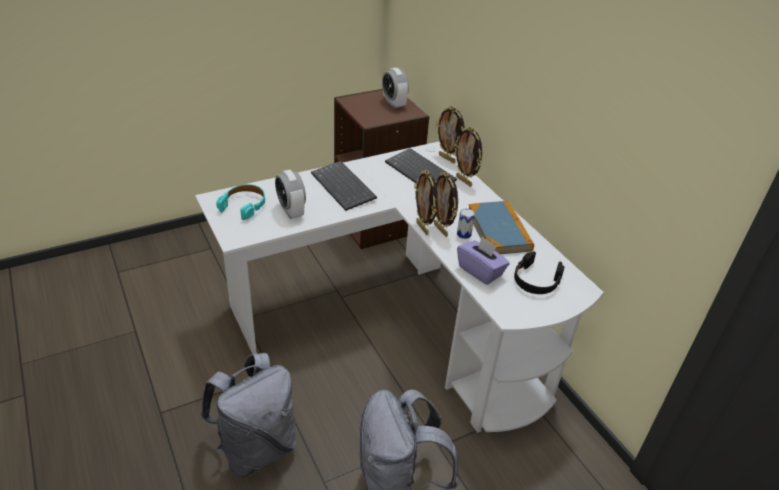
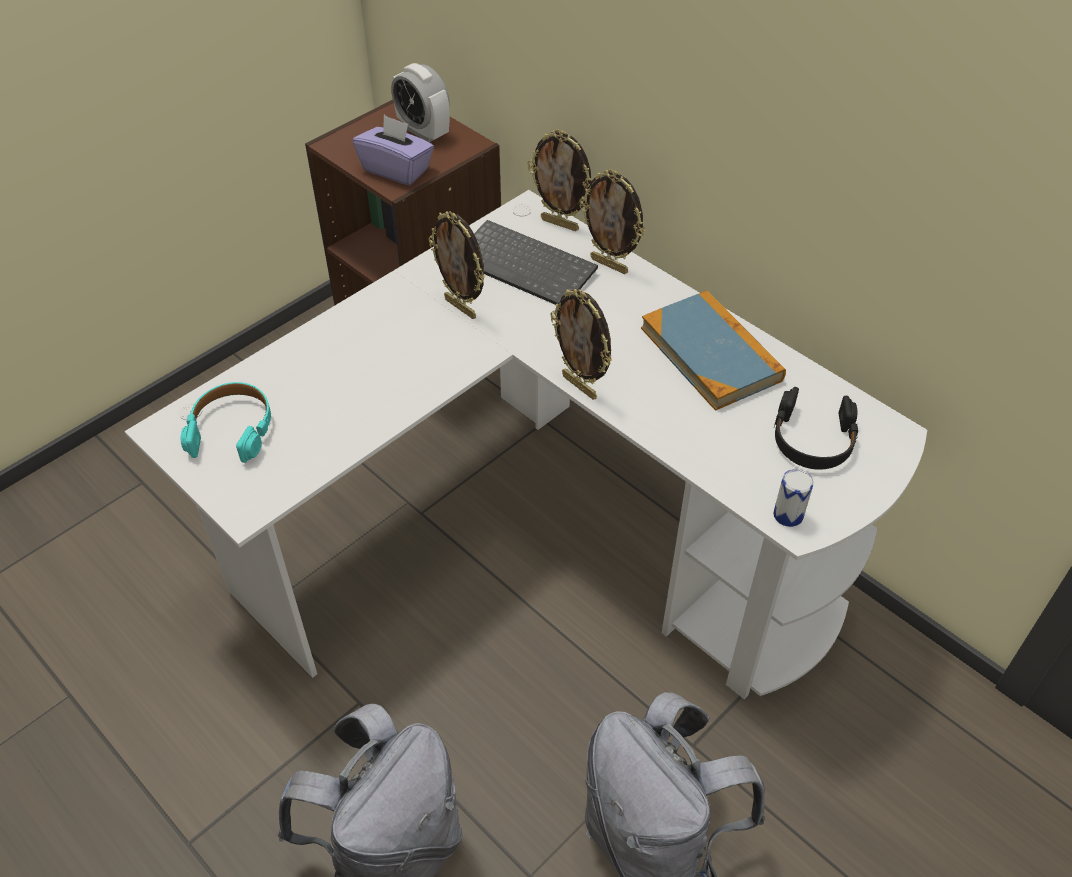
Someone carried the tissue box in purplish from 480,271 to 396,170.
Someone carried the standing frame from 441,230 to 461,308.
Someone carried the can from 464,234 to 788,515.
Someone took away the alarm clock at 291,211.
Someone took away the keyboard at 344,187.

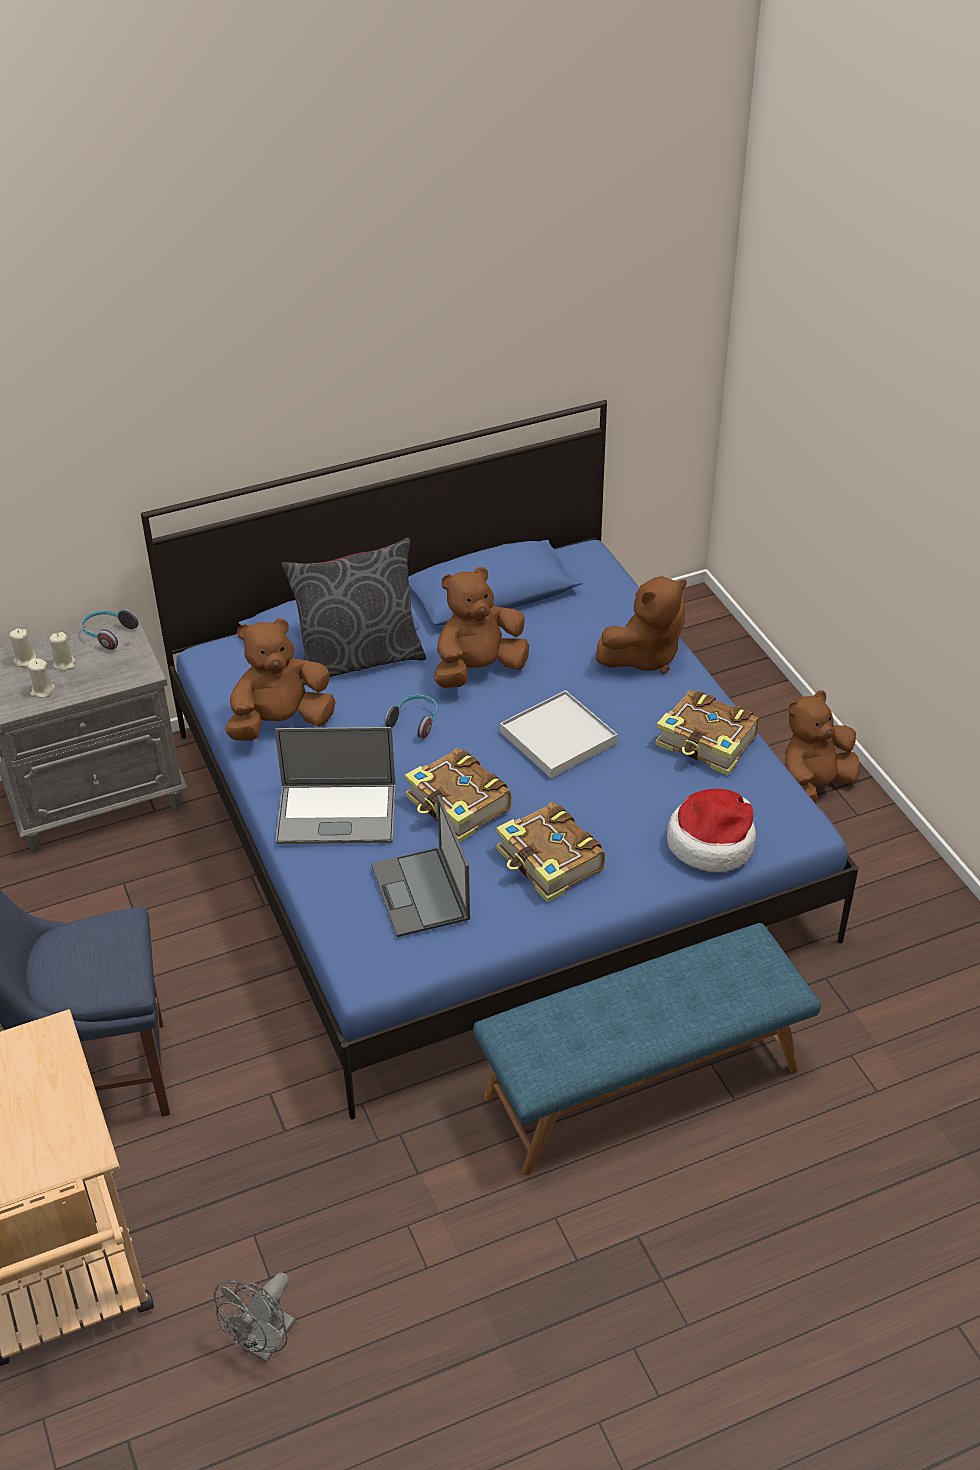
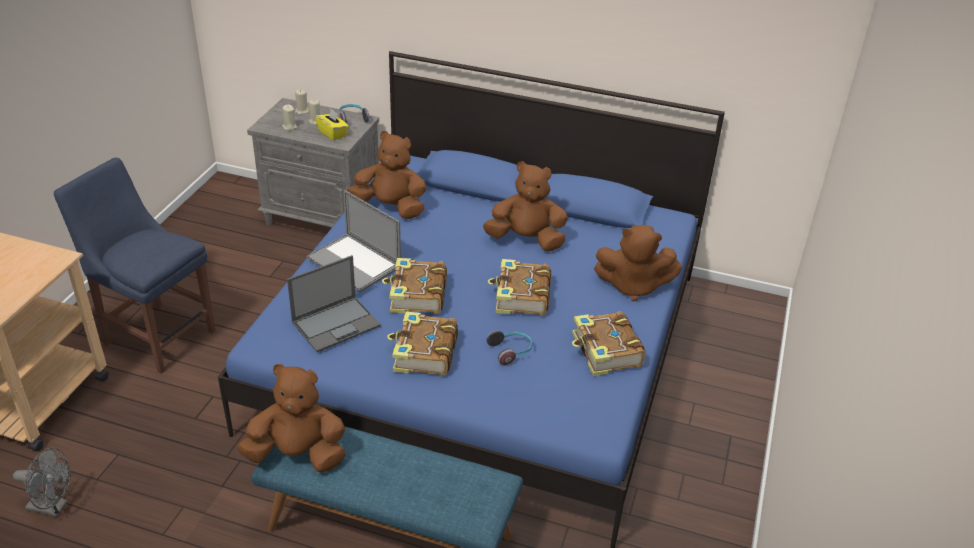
Someone rotated the cooling fan in greyish at 264,1343 by 150 degrees counterclockwise.
Someone carried the plush toy in brown-coloured from 813,786 to 298,455.
Someone rotated the portable computer at 421,893 by 150 degrees counterclockwise.
Someone put down the tissue box in yellowish at 332,133.
Someone carried the pair of headphones from 415,722 to 511,351.
Someone swapped the tray in white at 558,738 for the volume at 521,297.
Someone took away the cushion in greyish at 359,659.
Someone took away the hat at 712,842.

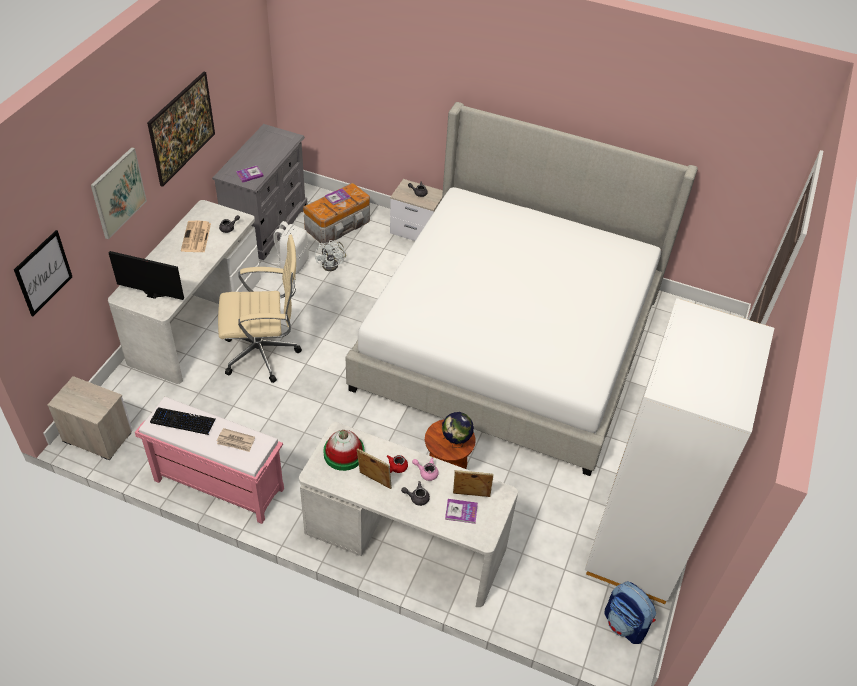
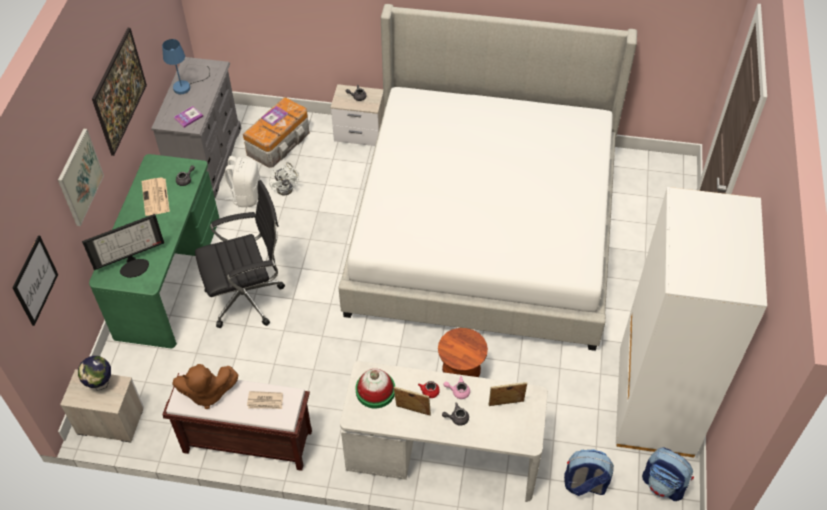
Someone carried the desk globe from 456,442 to 100,384.
Someone rotated the monitor at 154,292 by 150 degrees clockwise.
Someone repainted the desk in white at 196,319, which became the desk in green at 168,276.
Someone put down the lamp for a table in blue-coloured at 186,86.
Someone repainted the bench in pink at 217,485, which became the bench in brown-coloured at 246,442.
Someone swapped the keyboard at 183,421 for the plush toy in brown-coloured at 207,393.
Someone repainted the desk chair in sand-coloured at 264,354, which became the desk chair in black-coloured at 249,297.
Someone put down the backpack at 584,484.
Someone took away the volume at 461,511.

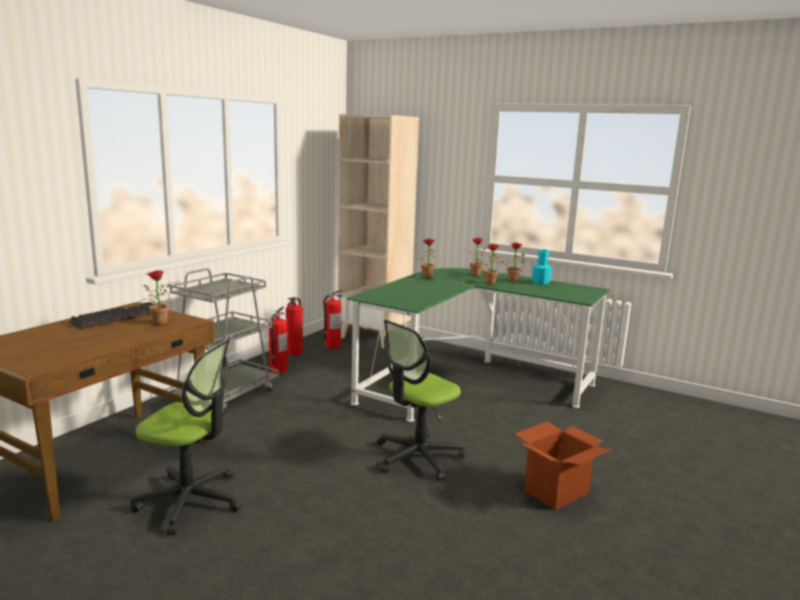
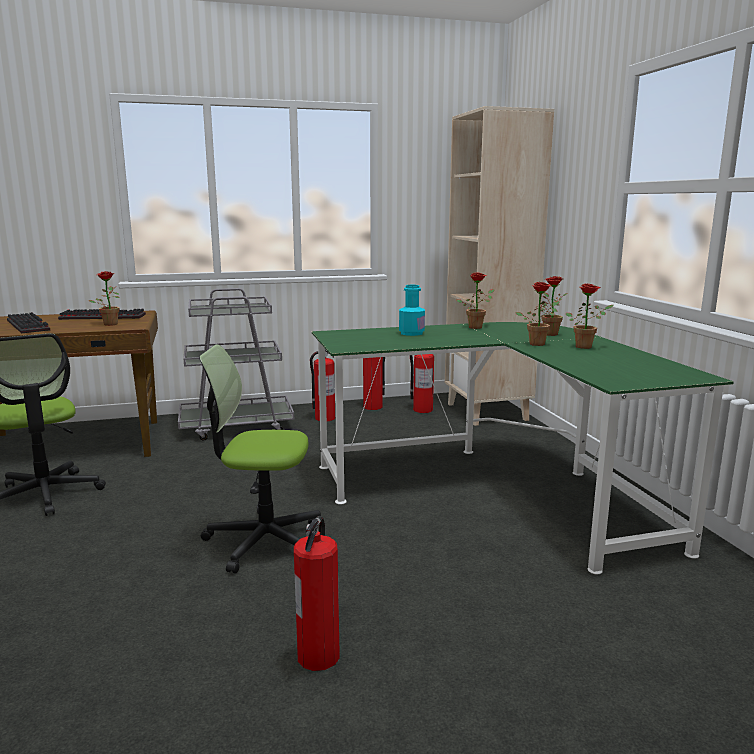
Someone put down the keyboard at 30,325.
Someone swapped the packing box at 556,491 for the extinguisher at 318,655.
Someone carried the beverage bottle in turquoise from 540,282 to 411,333.

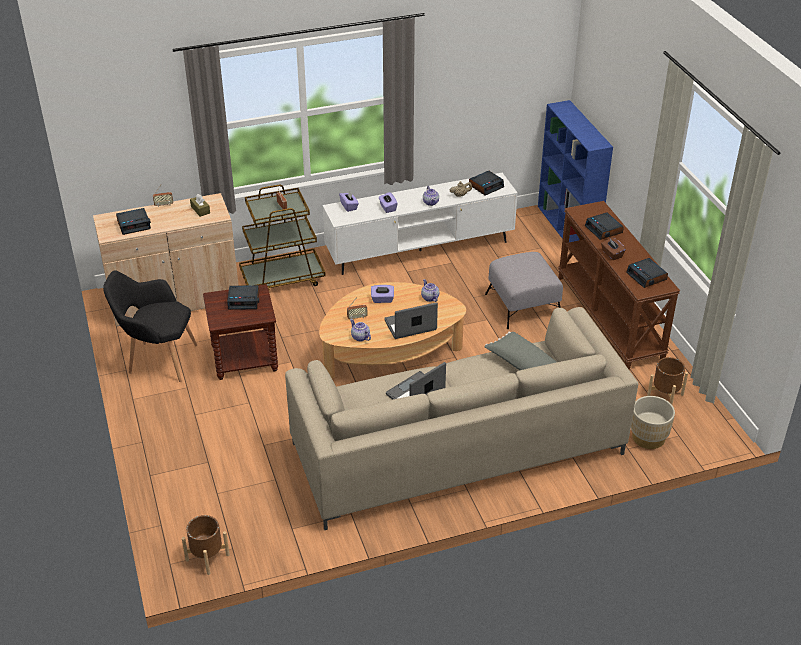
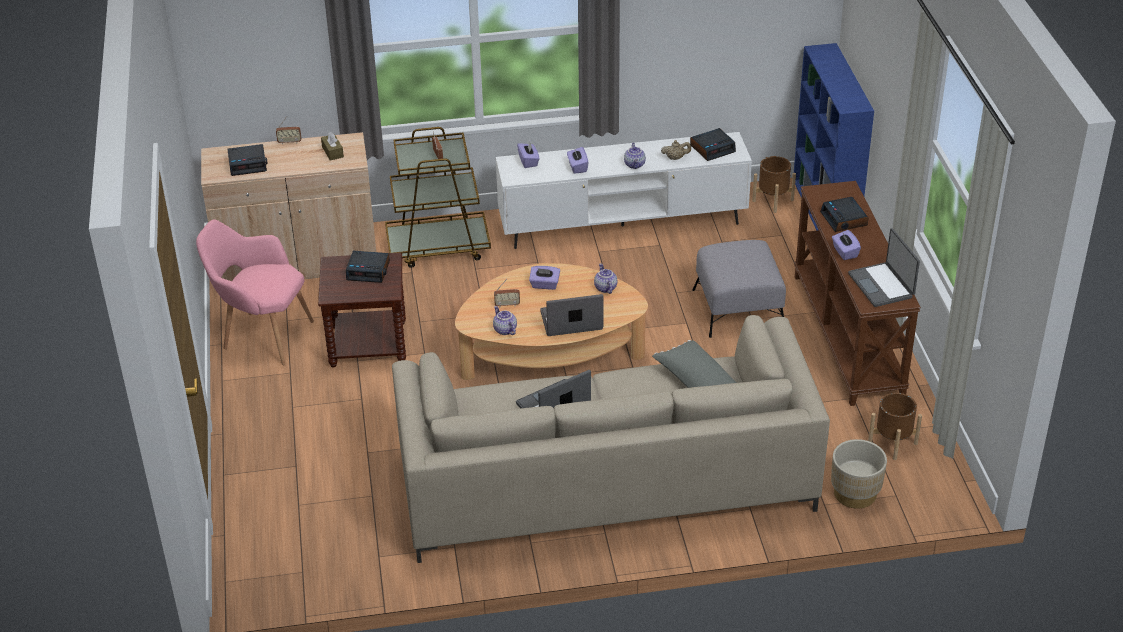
Someone repainted the easy chair in black-coloured at 158,360, which became the easy chair in pink at 262,335.
Someone carried the planter in brown-coloured from 207,557 to 773,200.
Someone repainted the tissue box in brown-coloured at 612,254, which became the tissue box in purplish at 844,252.
Someone swapped the alarm clock at 647,276 for the portable computer at 882,285.

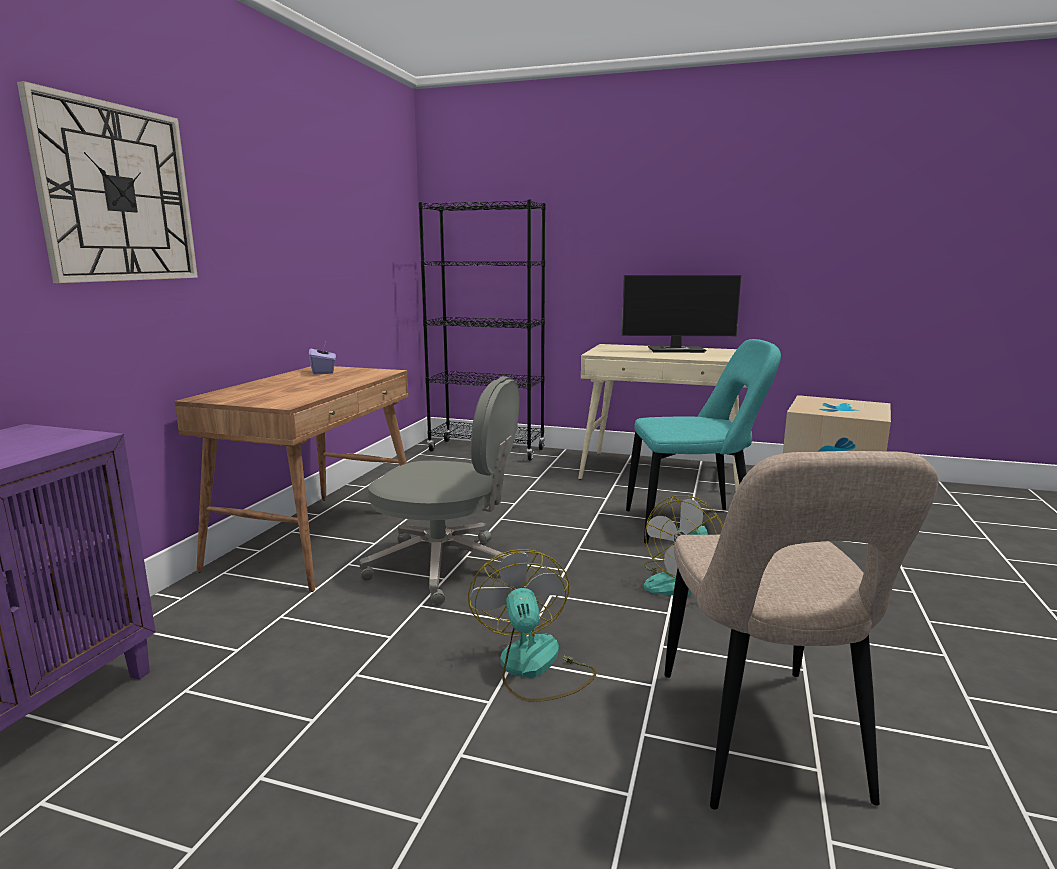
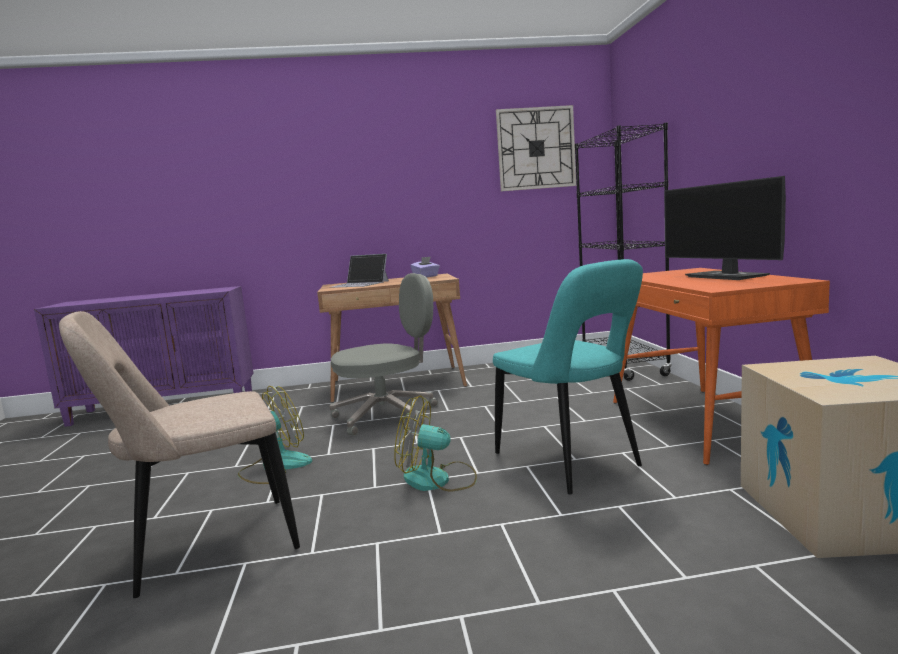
Someone put down the portable computer at 360,284.
Someone rotated the desk chair in greyish at 445,567 by 105 degrees counterclockwise.
Someone carried the clock on the wall from 117,194 to 536,148.
Someone repainted the desk in sand-coloured at 662,472, which became the desk in orange at 705,422.

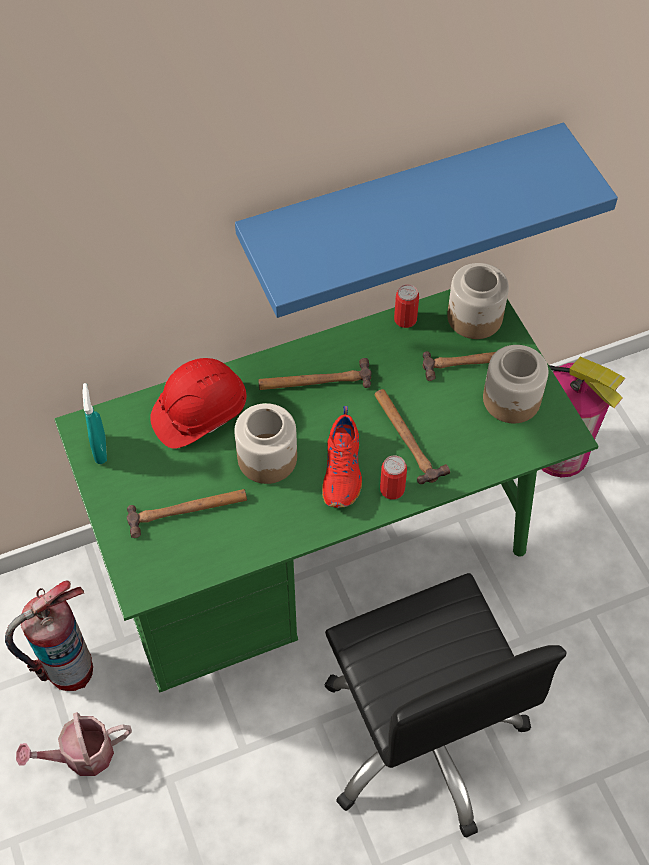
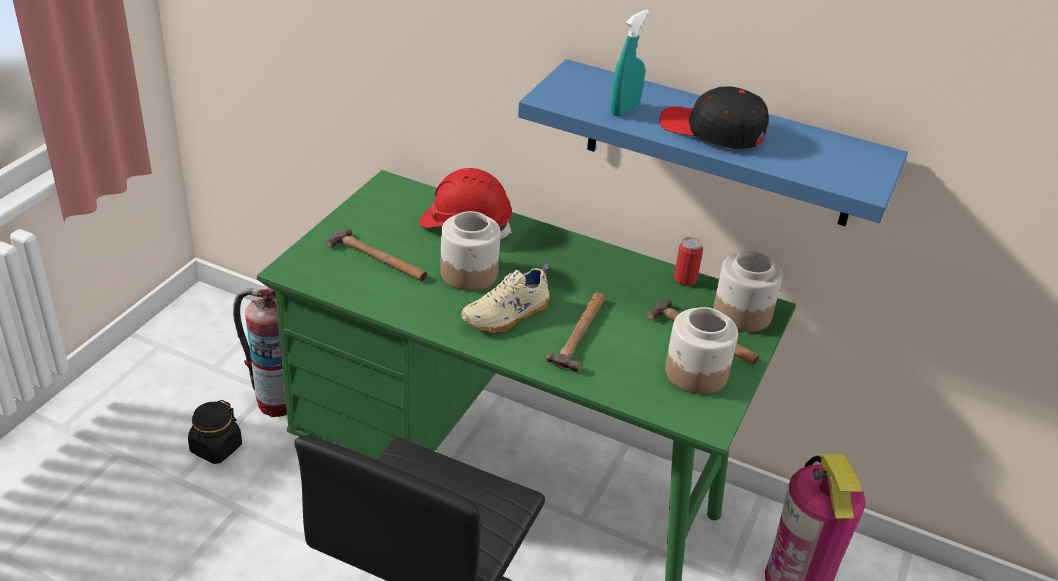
Someone swapped the watering pot at 81,755 for the jar in black-coloured at 216,448.
Someone repainted the item of footwear in red at 343,470, which became the item of footwear in sand-coloured at 507,315.
Someone carried the hand sprayer in turquoise from 100,450 to 624,110.
Someone put down the cap in black-coloured at 712,131.
Someone took away the tool hammer at 315,381.
Someone took away the can at 392,489.

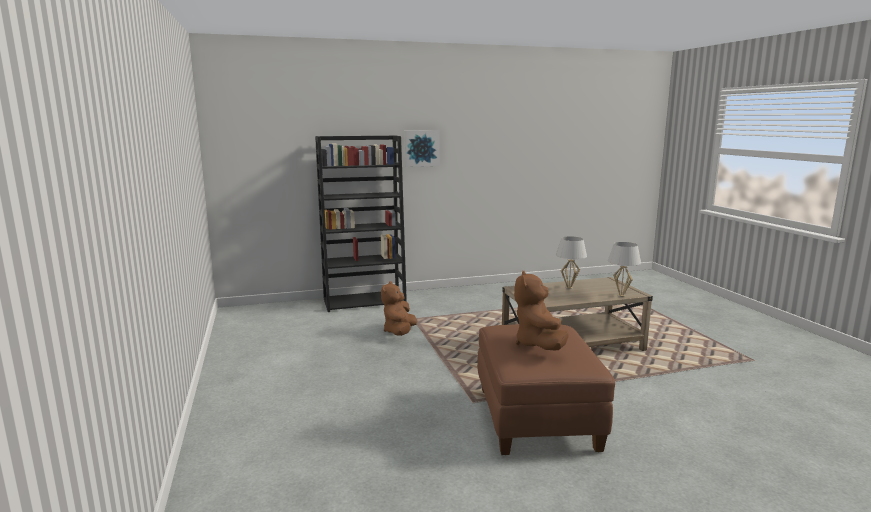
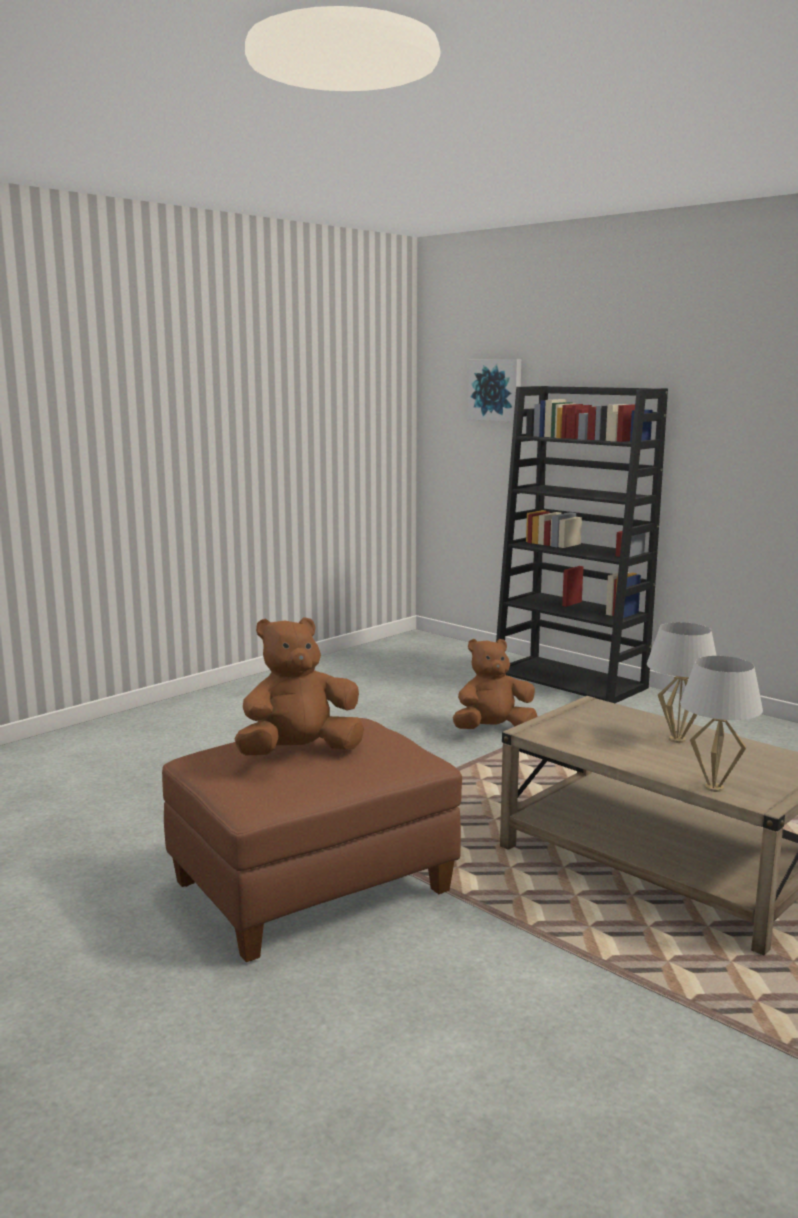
Someone carried the wall art from 421,148 to 496,390.

